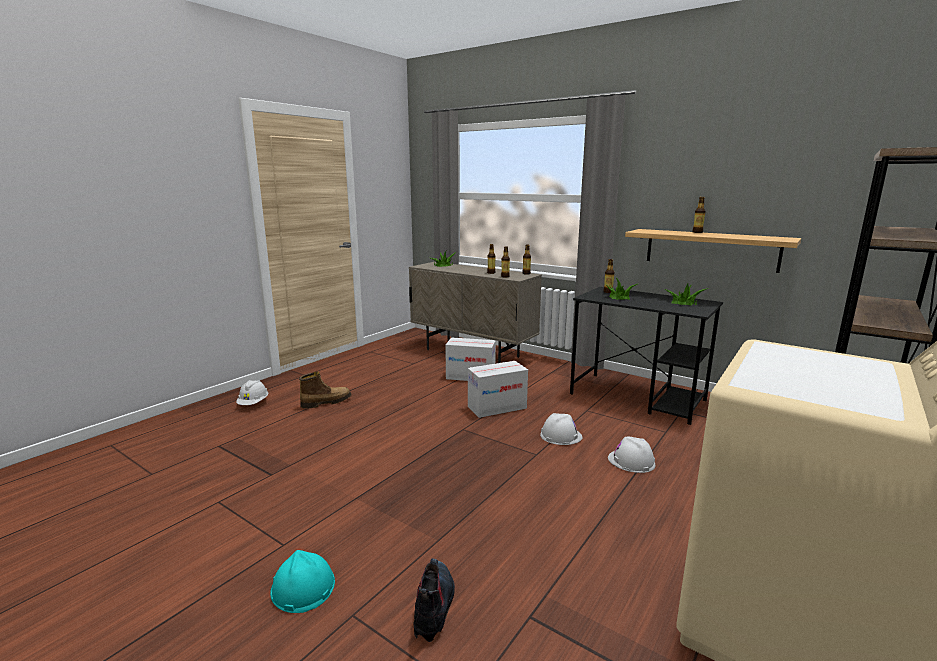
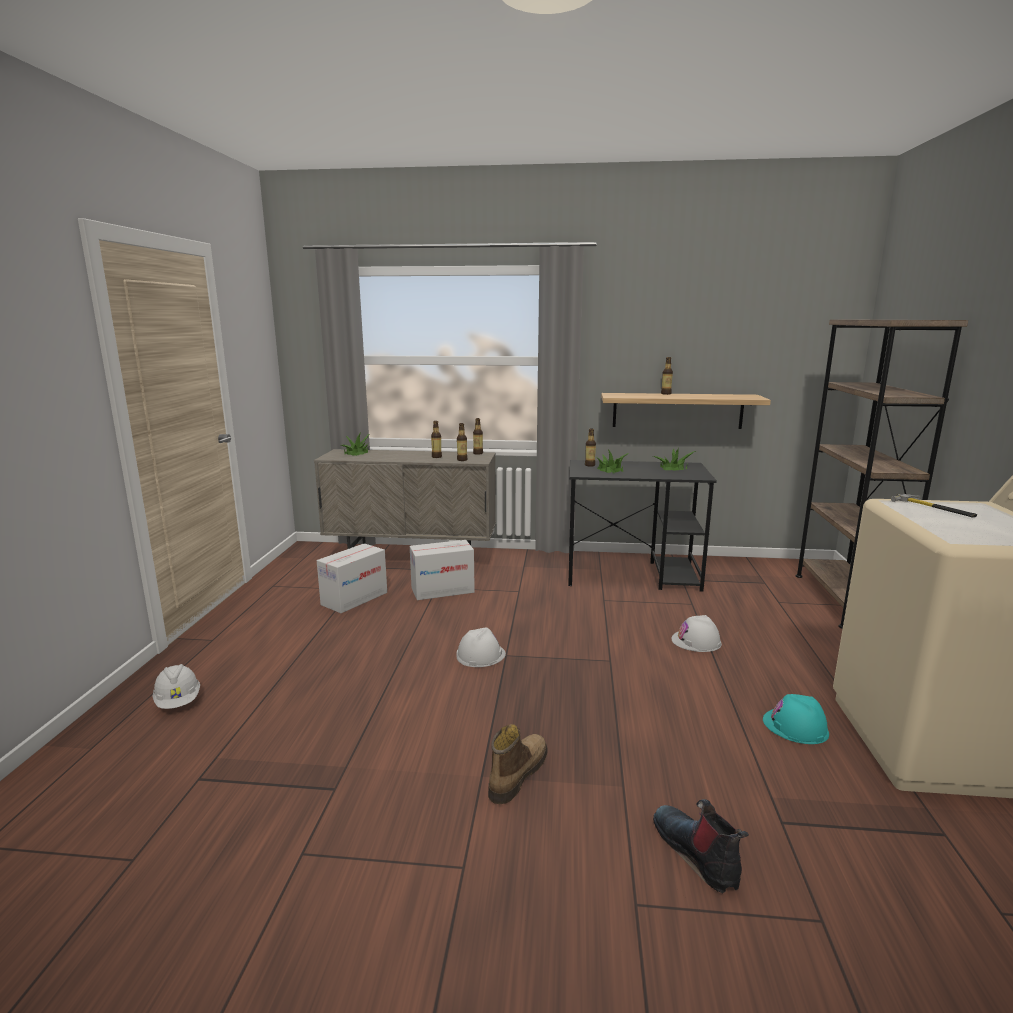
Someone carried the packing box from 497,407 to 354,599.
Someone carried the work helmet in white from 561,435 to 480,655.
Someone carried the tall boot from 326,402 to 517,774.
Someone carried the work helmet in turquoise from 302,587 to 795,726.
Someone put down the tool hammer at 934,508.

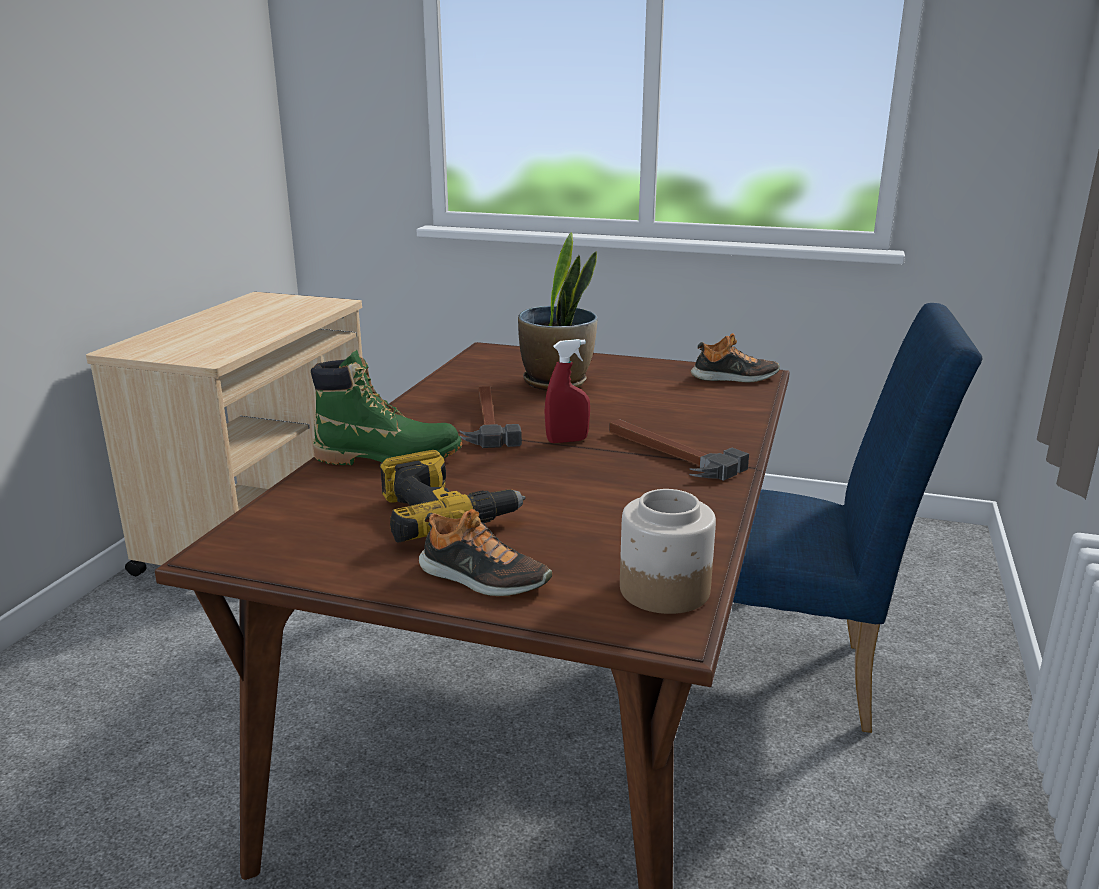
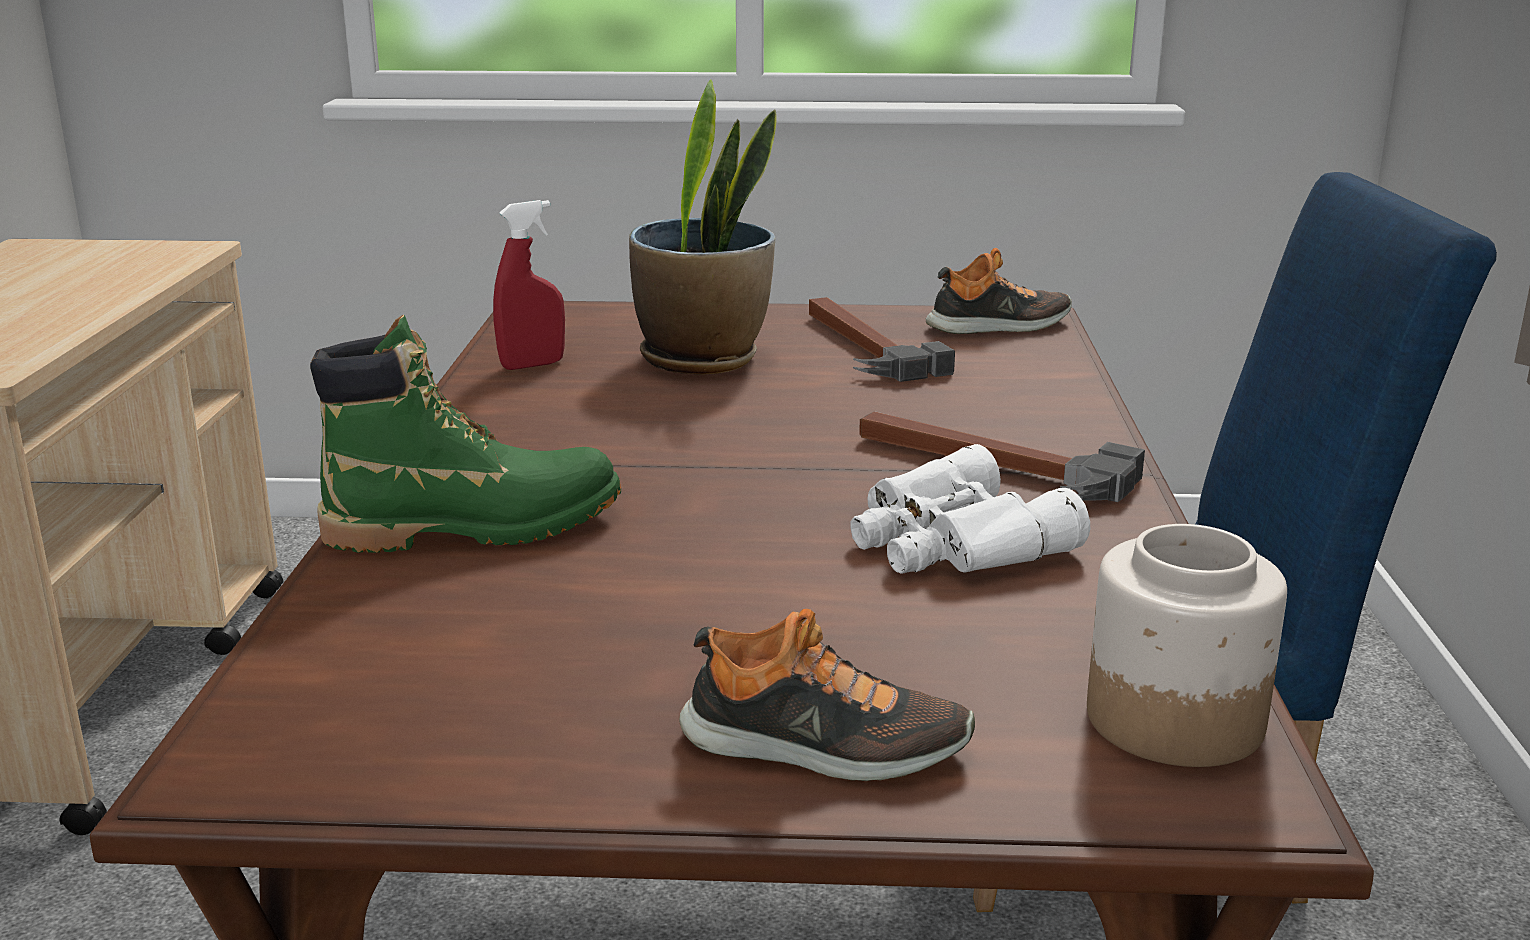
Someone carried the hand sprayer in red from 567,440 to 532,365.
Someone carried the tool hammer from 487,421 to 861,346.
Someone put down the field glasses in white at 952,542.
Someone took away the power drill at 444,514.

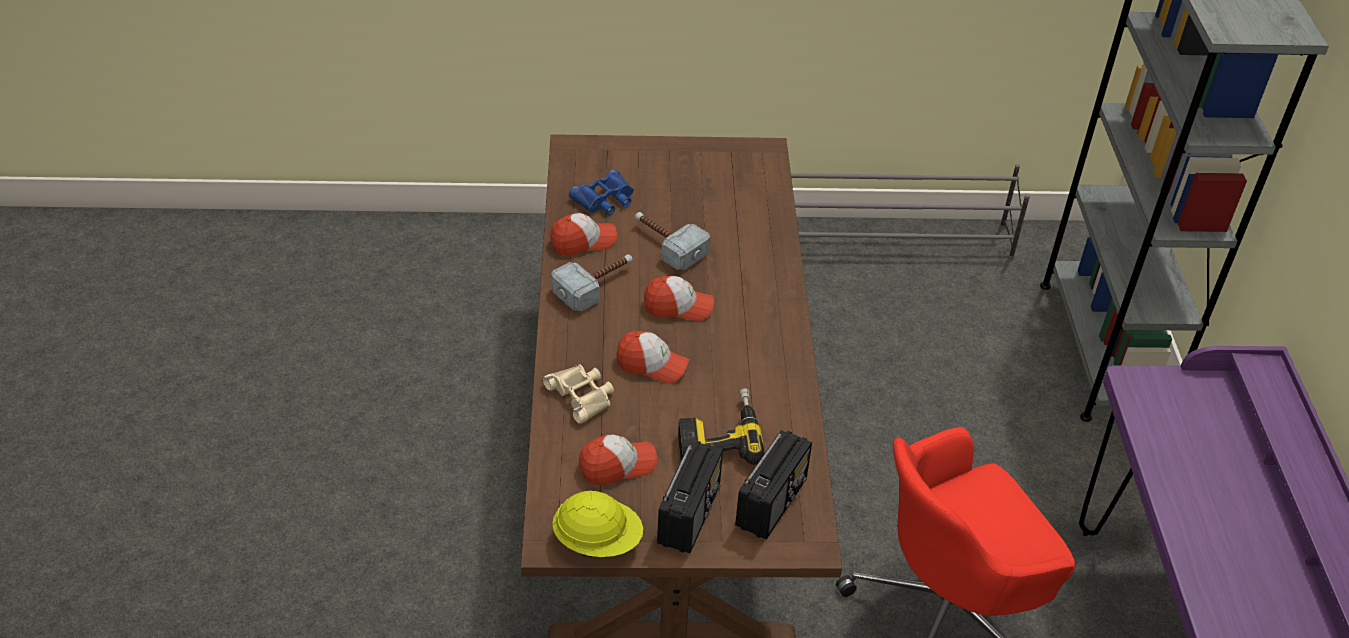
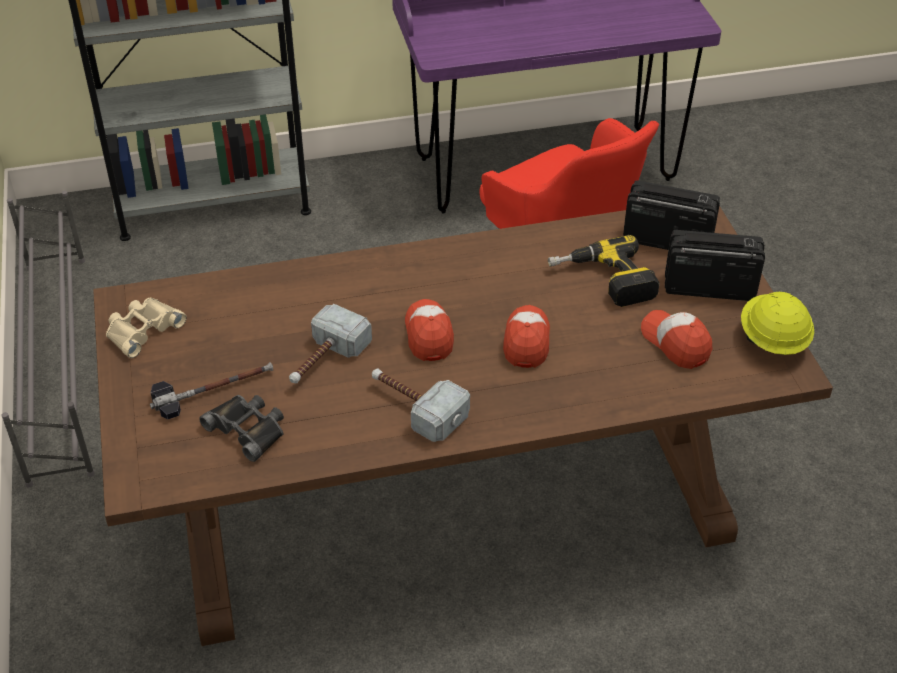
Someone carried the field glasses in sand-coloured from 582,396 to 142,330.
Someone put down the tool hammer at 213,389.
Someone repainted the field glasses in blue-coloured at 605,199, which became the field glasses in black-coloured at 248,429.
Someone took away the cap at 583,241.

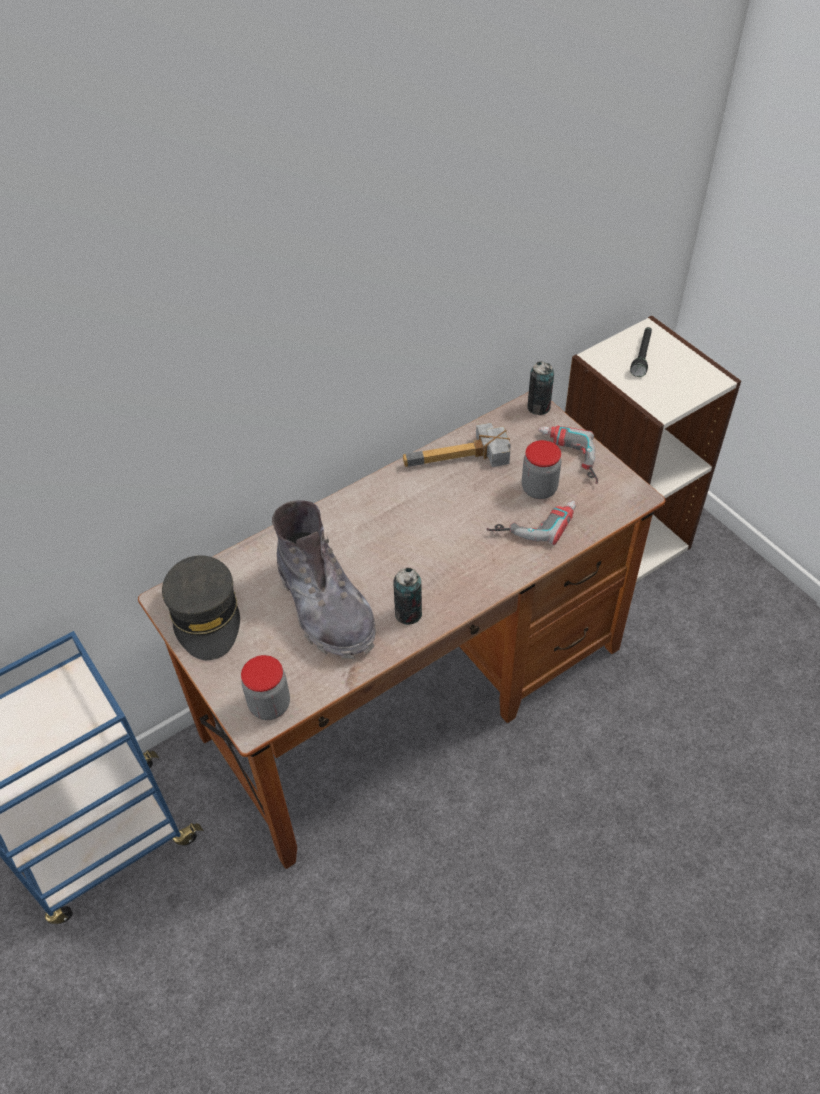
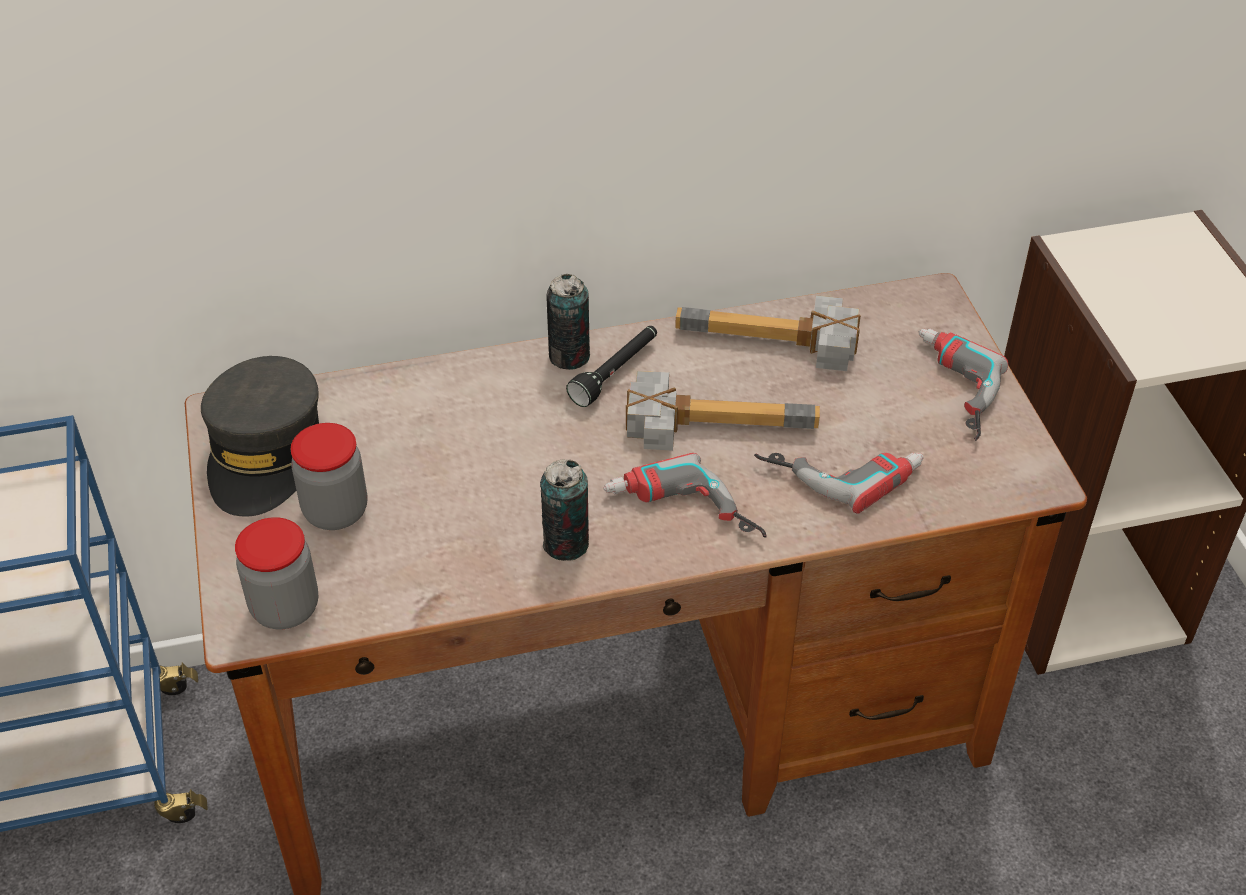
Someone carried the jar from 539,489 to 335,511.
Someone carried the can from 538,407 to 569,356.
Someone carried the flashlight in black-coloured from 642,356 to 616,373.
Someone put down the power drill at 682,517.
Someone put down the tool hammer at 714,417.
Someone took away the tall boot in greyish at 325,607.

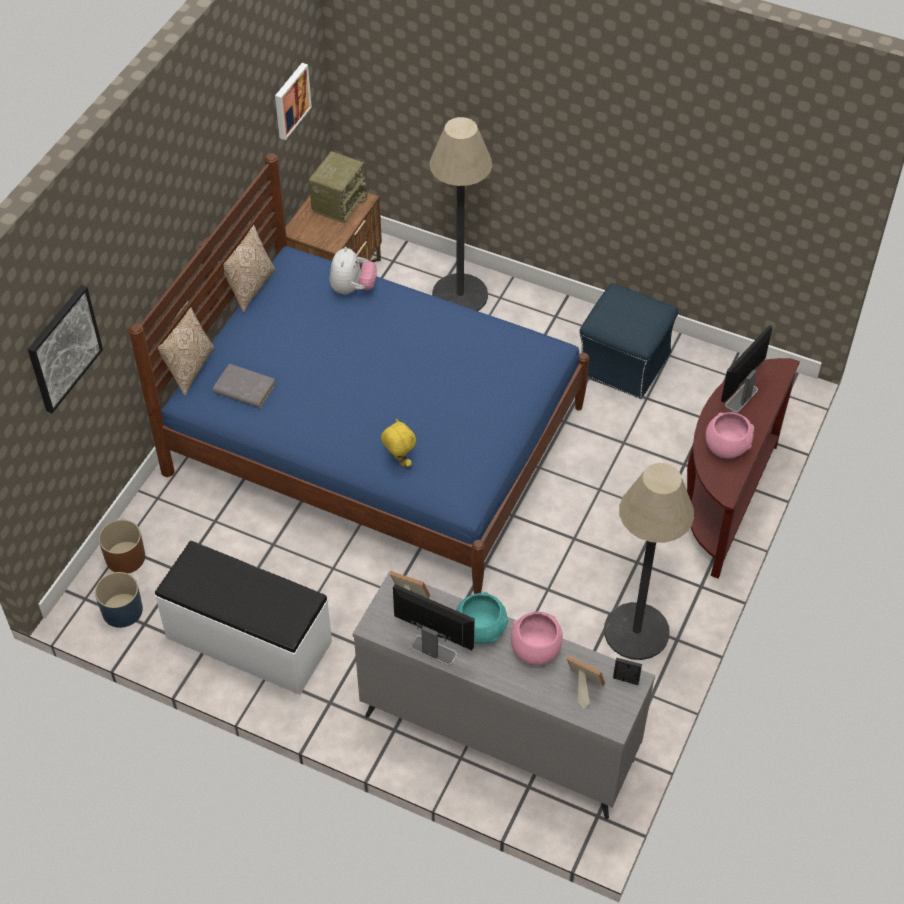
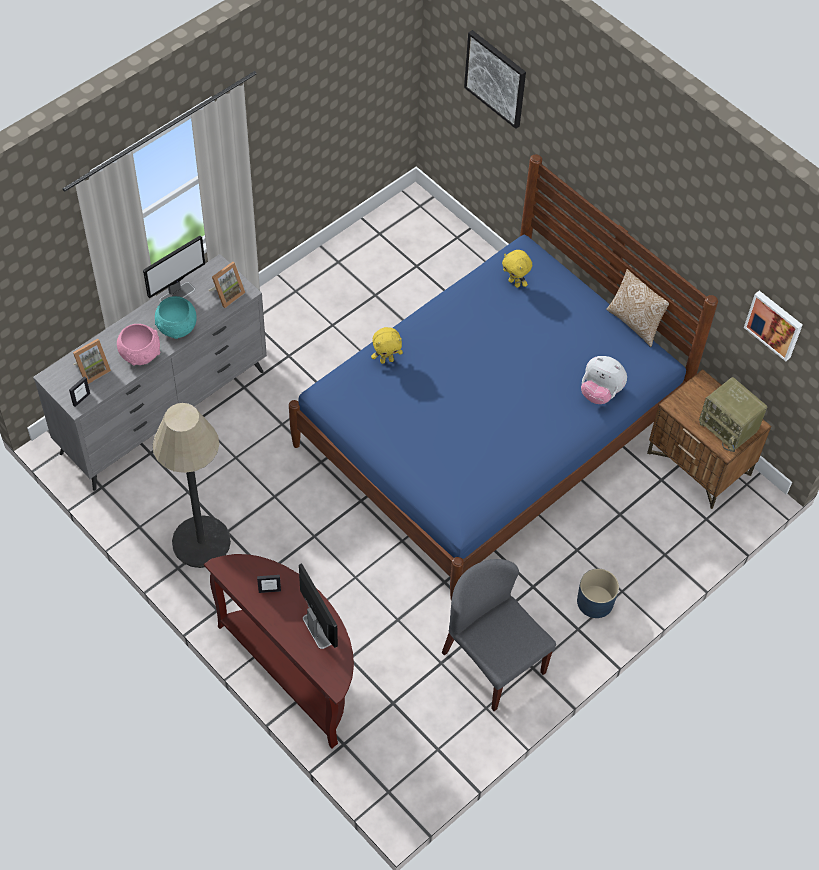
Someone swapped the deep dish in pink at 726,446 for the standing frame at 269,590.
Someone swapped the pouffe in blue-coloured at 623,363 for the upright chair in greyish at 493,662.
Someone swapped the volume in greyish at 244,388 for the plush toy in yellowish at 515,283.
Someone carried the planter in blue-coloured from 122,611 to 594,601.
Someone took away the planter in brown-coloured at 125,557.
Someone took away the bench in white at 248,640.
Someone took away the cushion at 189,368.
Someone took away the standard lamp at 460,295.

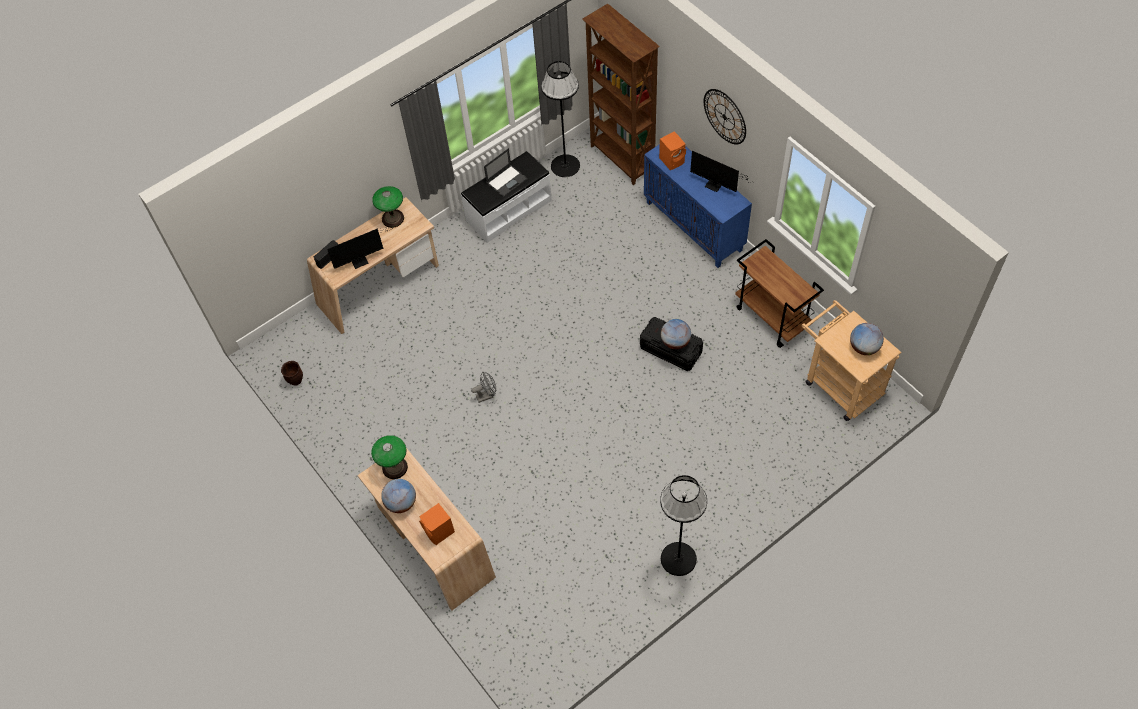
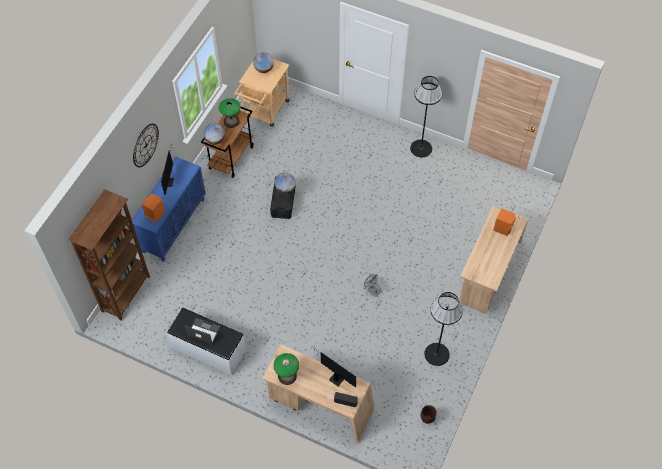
Someone carried the desk globe from 401,503 to 215,140.
Someone carried the lamp for a table from 395,467 to 231,121.
Someone carried the standard lamp in black-coloured from 565,166 to 437,354.

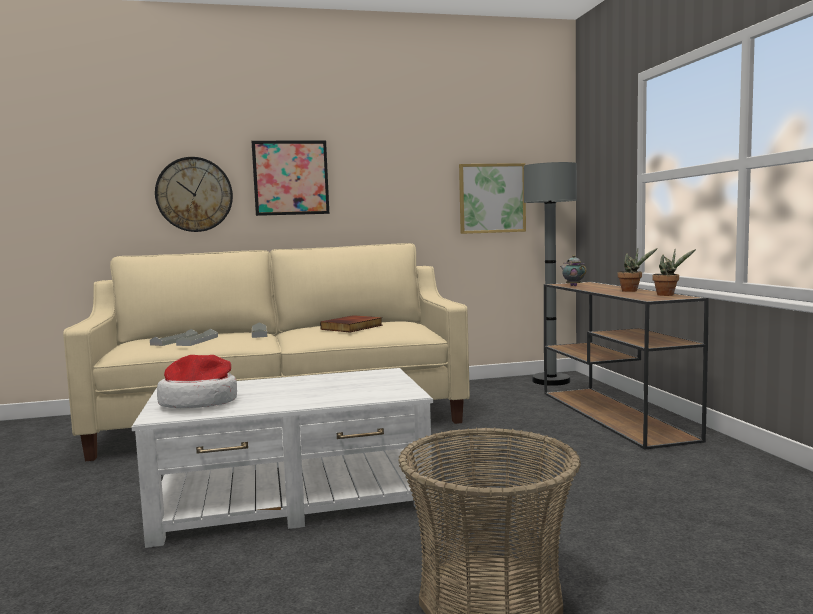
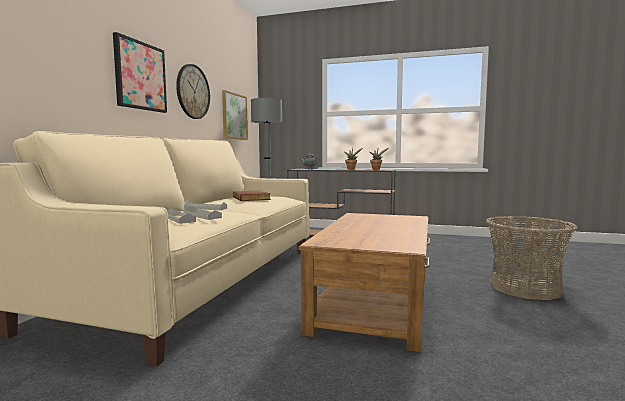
Someone carried the clock on the wall from 194,194 to 193,92.
Someone repainted the coffee table in white at 293,498, which became the coffee table in brown-coloured at 375,302.
Someone took away the hat at 200,402.

